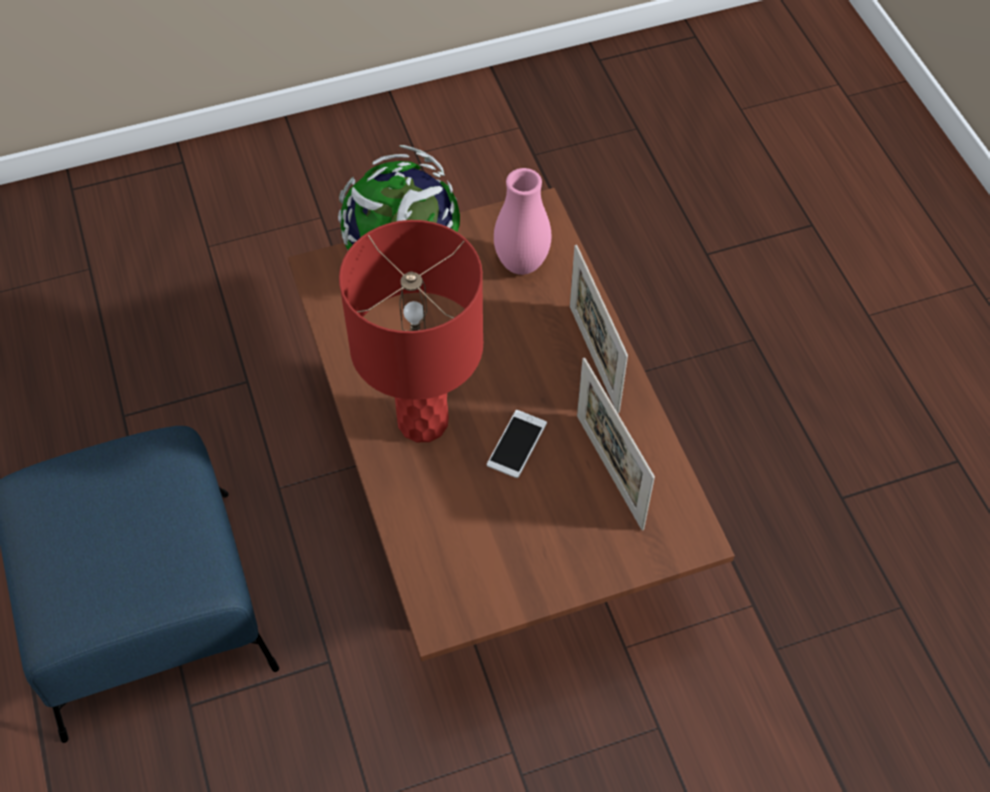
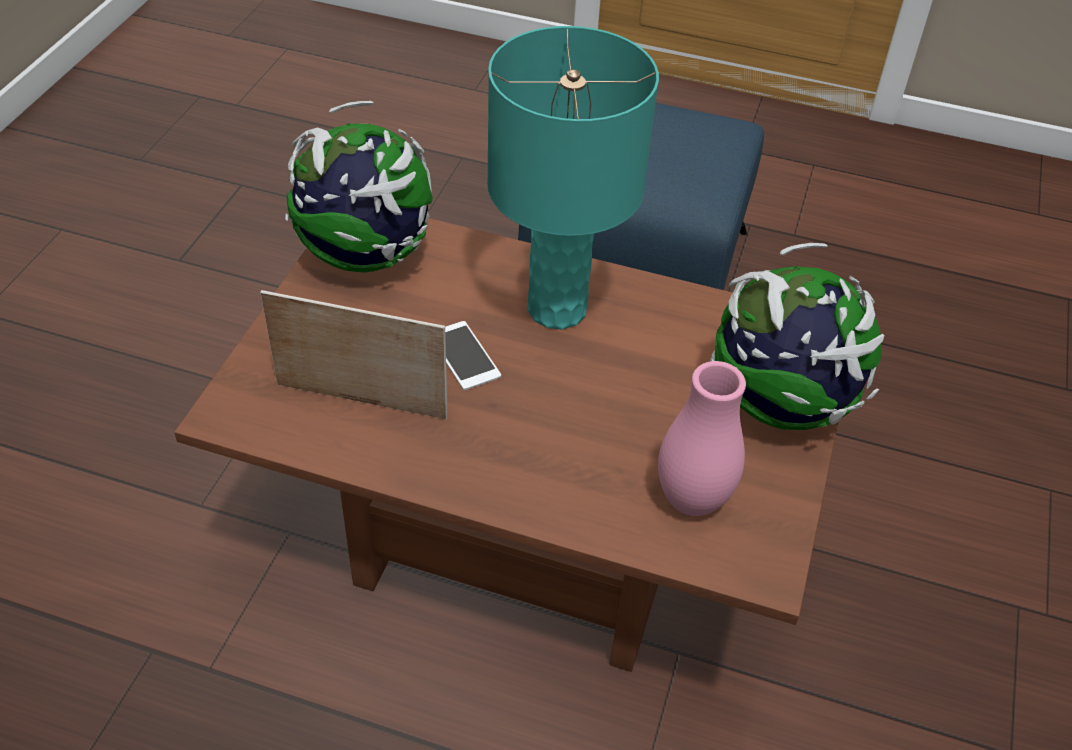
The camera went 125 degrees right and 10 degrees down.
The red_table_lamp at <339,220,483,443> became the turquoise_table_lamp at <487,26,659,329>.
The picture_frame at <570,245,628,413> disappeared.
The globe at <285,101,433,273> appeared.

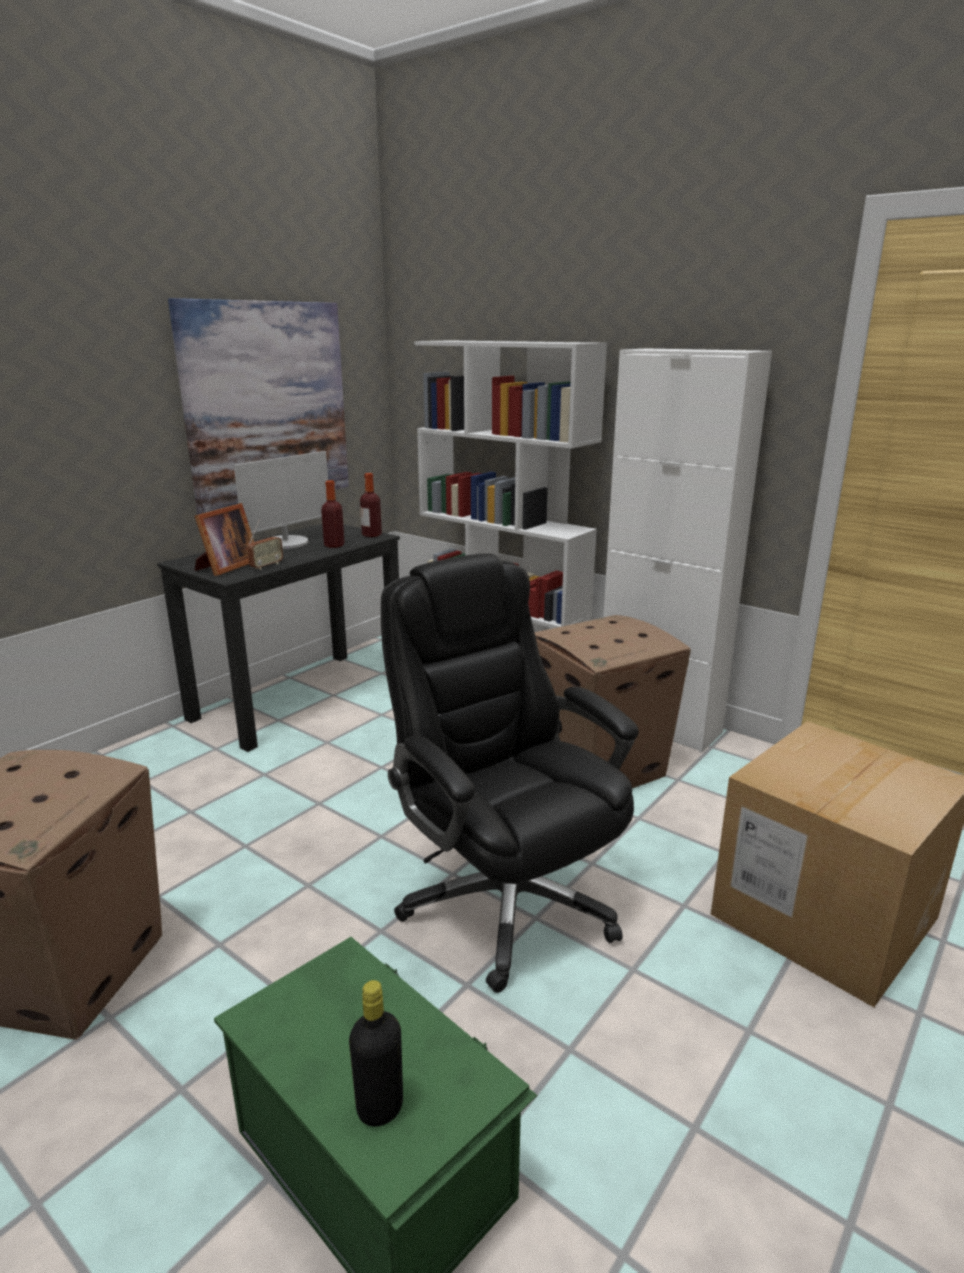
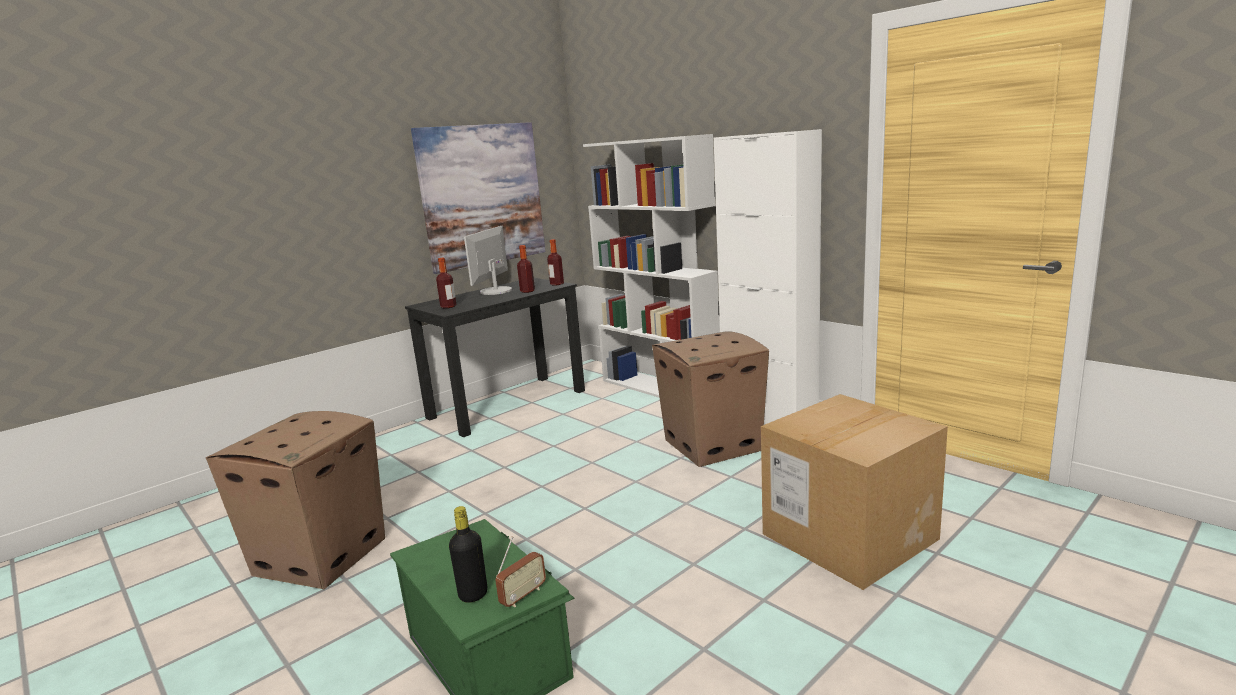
The camera went 10 degrees right and 5 degrees down.
The picture_frame at <195,503,254,576> was replaced by the bottle at <436,258,456,308>.
The monitor at <234,451,328,549> turned 150 degrees clockwise.
The radio moved from <247,520,283,570> to <495,536,546,607>.
The black_office_chair at <381,553,639,993> disappeared.

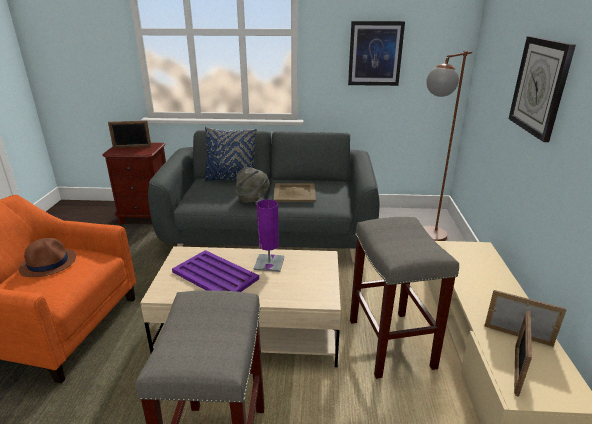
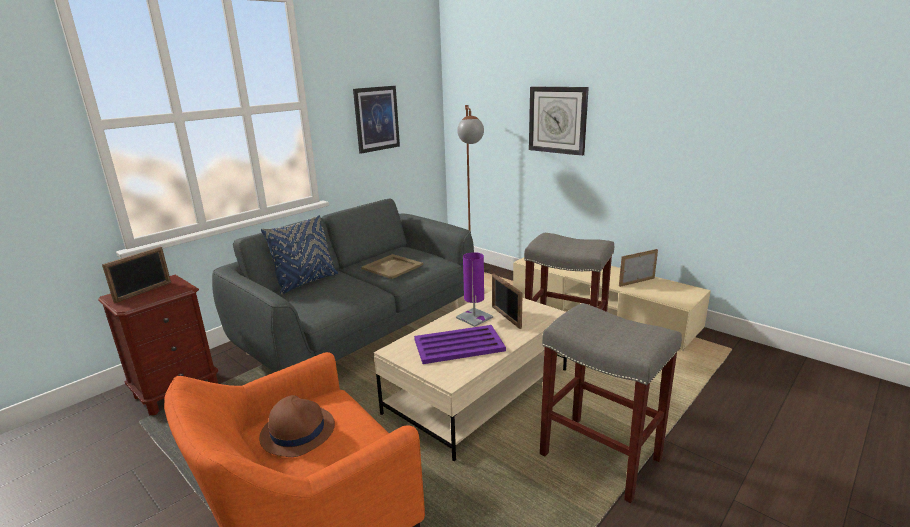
The camera went 50 degrees left and 5 degrees down.
The grey_hat at <236,167,270,203> disappeared.
The picture_frame moved from <514,311,532,397> to <492,273,523,329>.

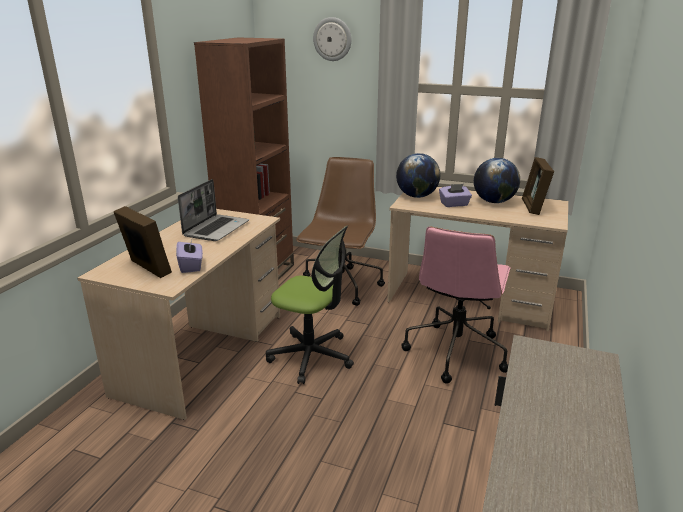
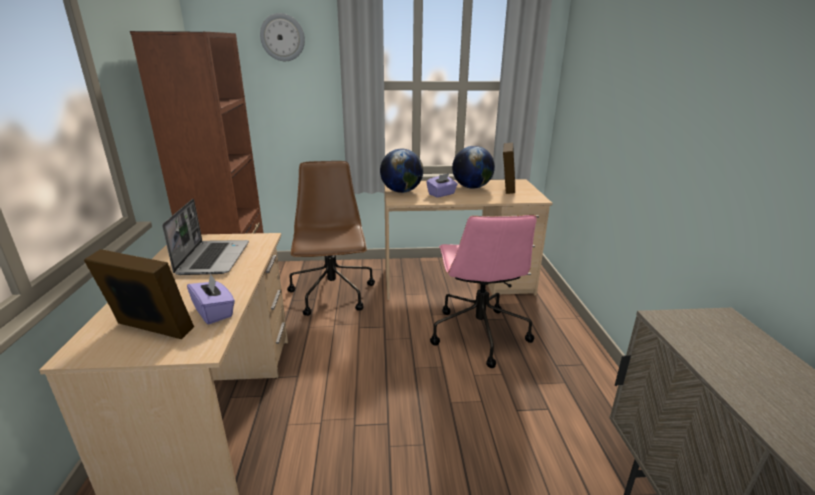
The camera went 25 degrees left and 0 degrees up.
The office_chair at <266,225,354,384> disappeared.
The picture_frame at <522,157,554,215> turned 150 degrees counterclockwise.

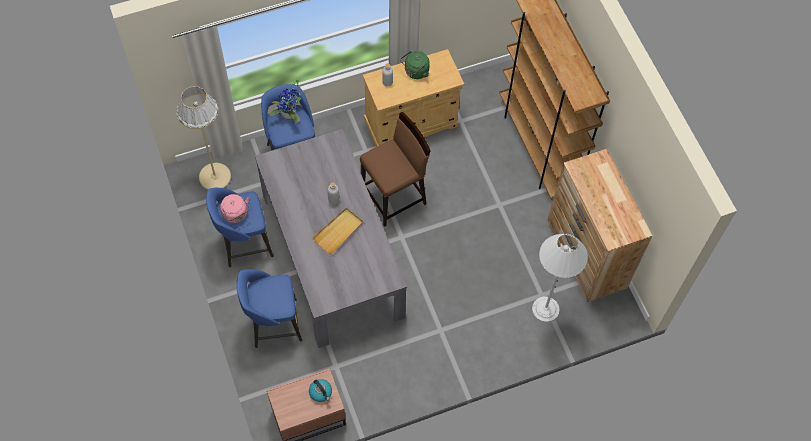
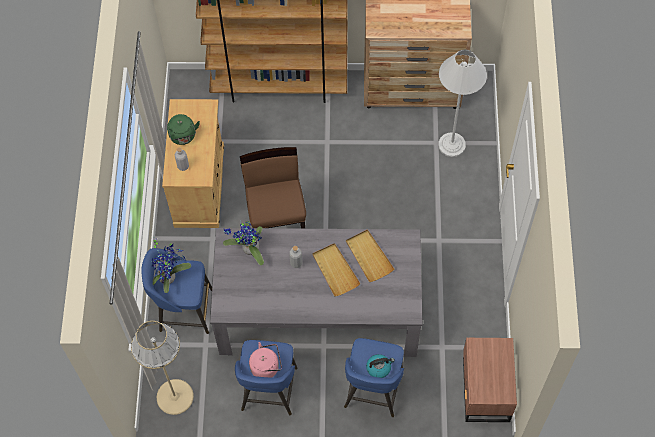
The camera went 65 degrees left and 0 degrees up.
The kettle moved from <309,379,332,402> to <366,354,395,378>.
The potted_plant at <223,220,264,265> appeared.
The beige_tray at <346,229,394,282> appeared.

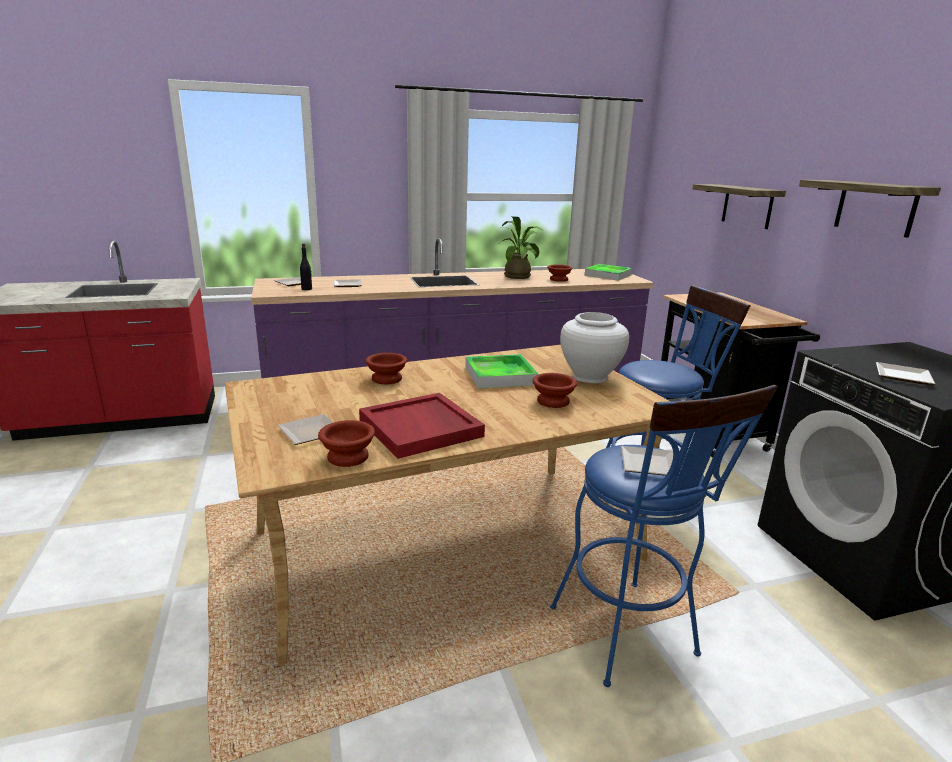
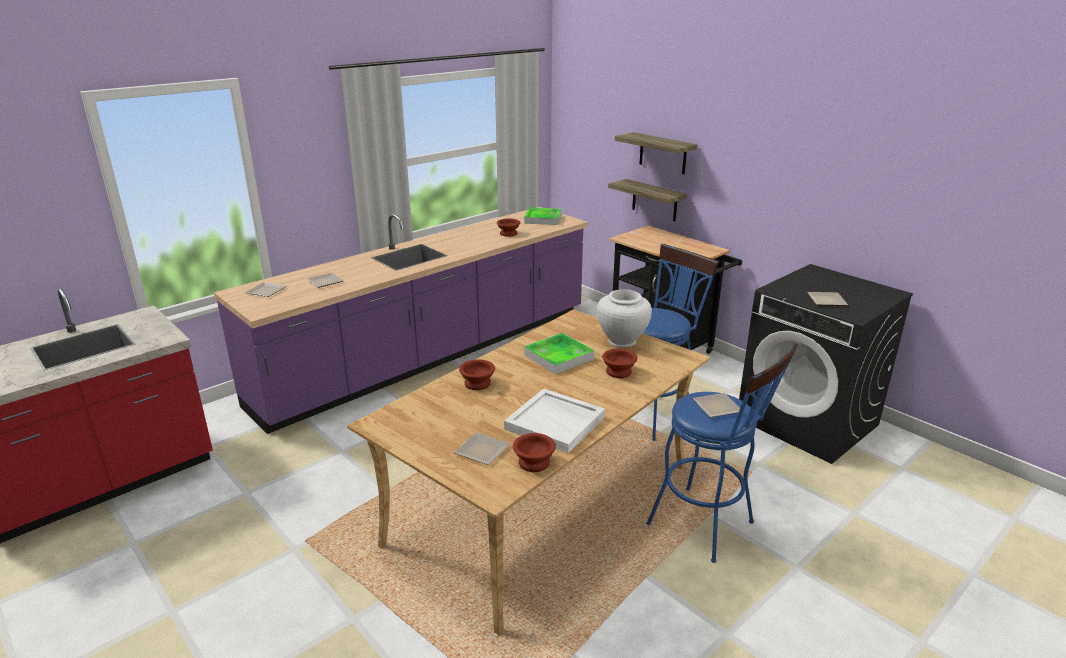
The camera went 25 degrees left and 5 degrees up.
The black_bottle at <300,244,312,290> disappeared.
The red_tray at <359,393,485,459> became the white_tray at <504,389,605,453>.
The potted_plant at <498,216,543,279> disappeared.
The shelf moved from <799,180,941,238> to <608,179,687,221>.

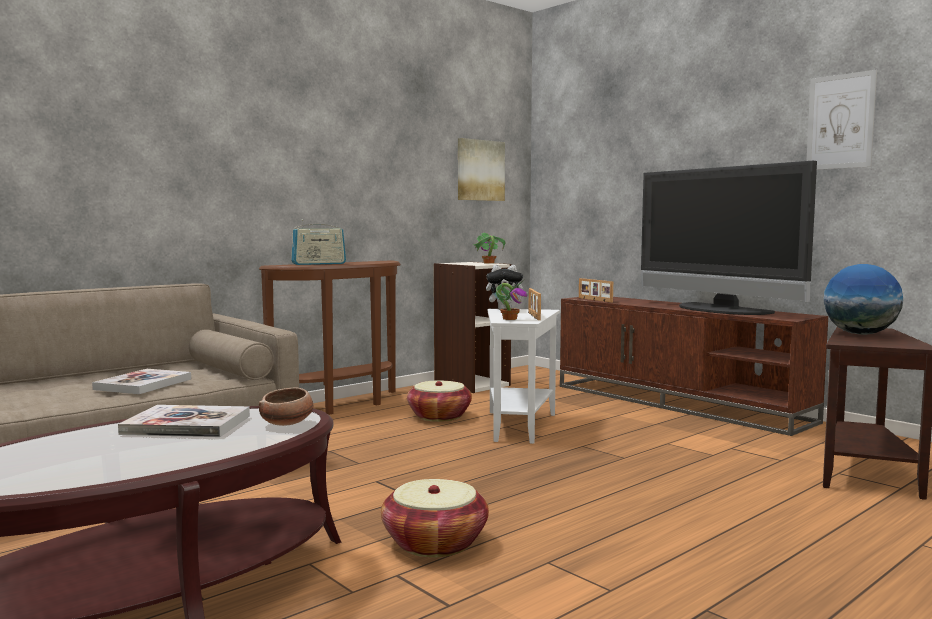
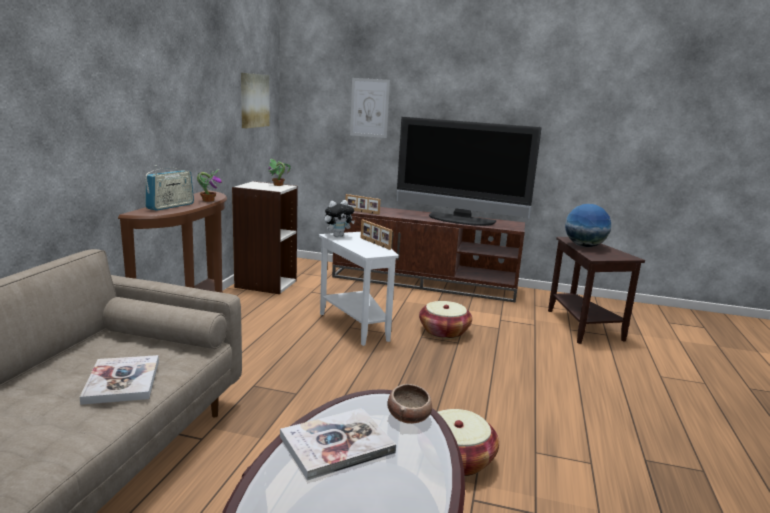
The camera went 35 degrees left and 10 degrees up.
The basket moved from <407,381,472,422> to <419,301,472,339>.
The potted_plant moved from <496,279,527,320> to <197,170,222,202>.
The picture moved from <807,70,877,170> to <350,78,390,138>.

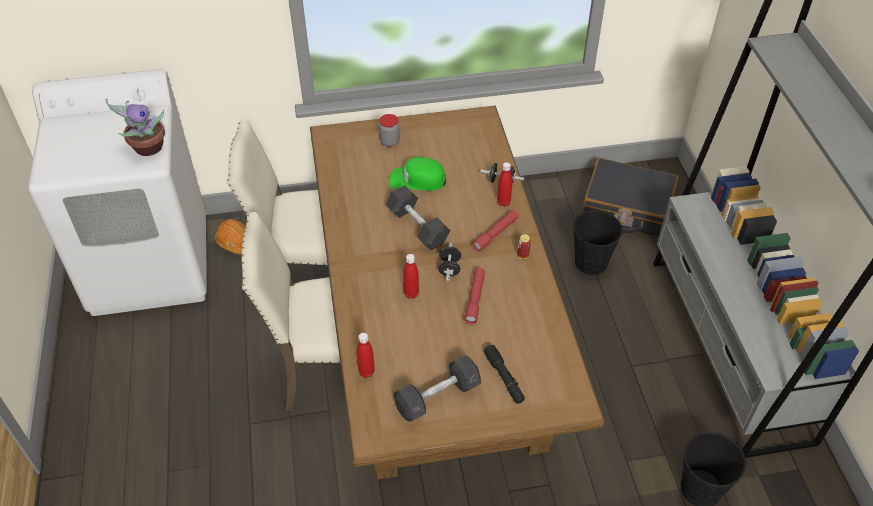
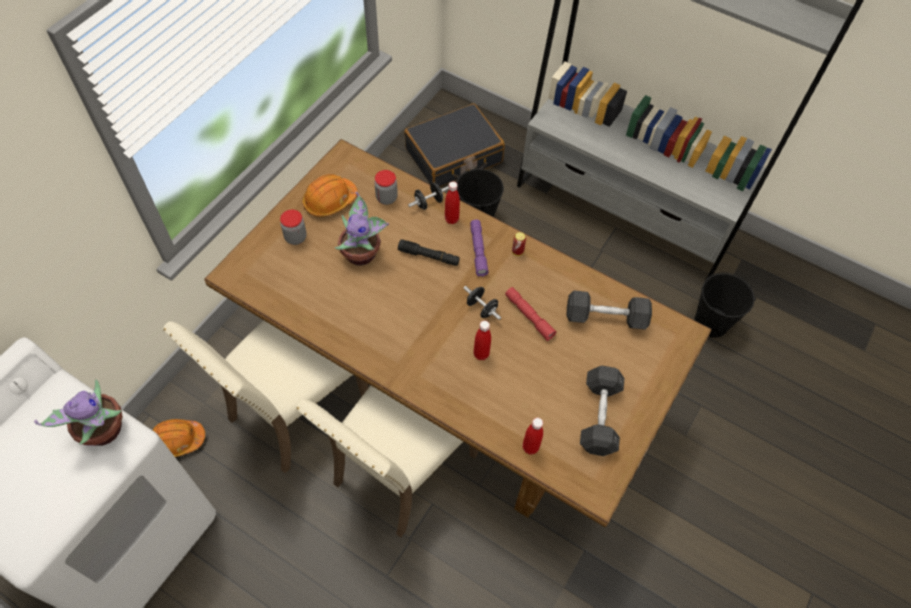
The camera went 50 degrees left and 10 degrees up.
The grey_dumbbell moved from <386,185,450,250> to <566,290,652,329>.
The green_cap at <389,157,446,191> was replaced by the potted_plant at <335,192,389,266>.
The red_flashlight at <472,210,519,252> became the purple_flashlight at <470,220,489,277>.
The black_flashlight moved from <484,345,525,404> to <398,239,460,266>.
The orange_hard_hat at <302,174,357,217> appeared.
The jar at <375,170,398,205> appeared.

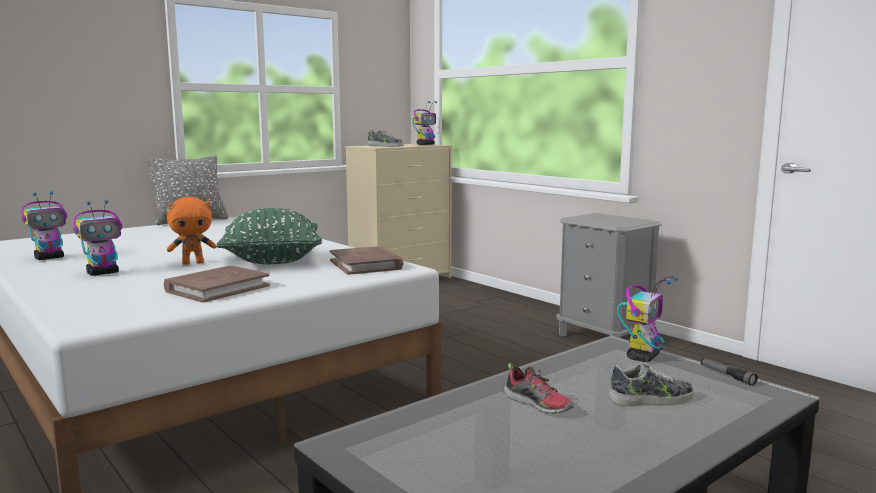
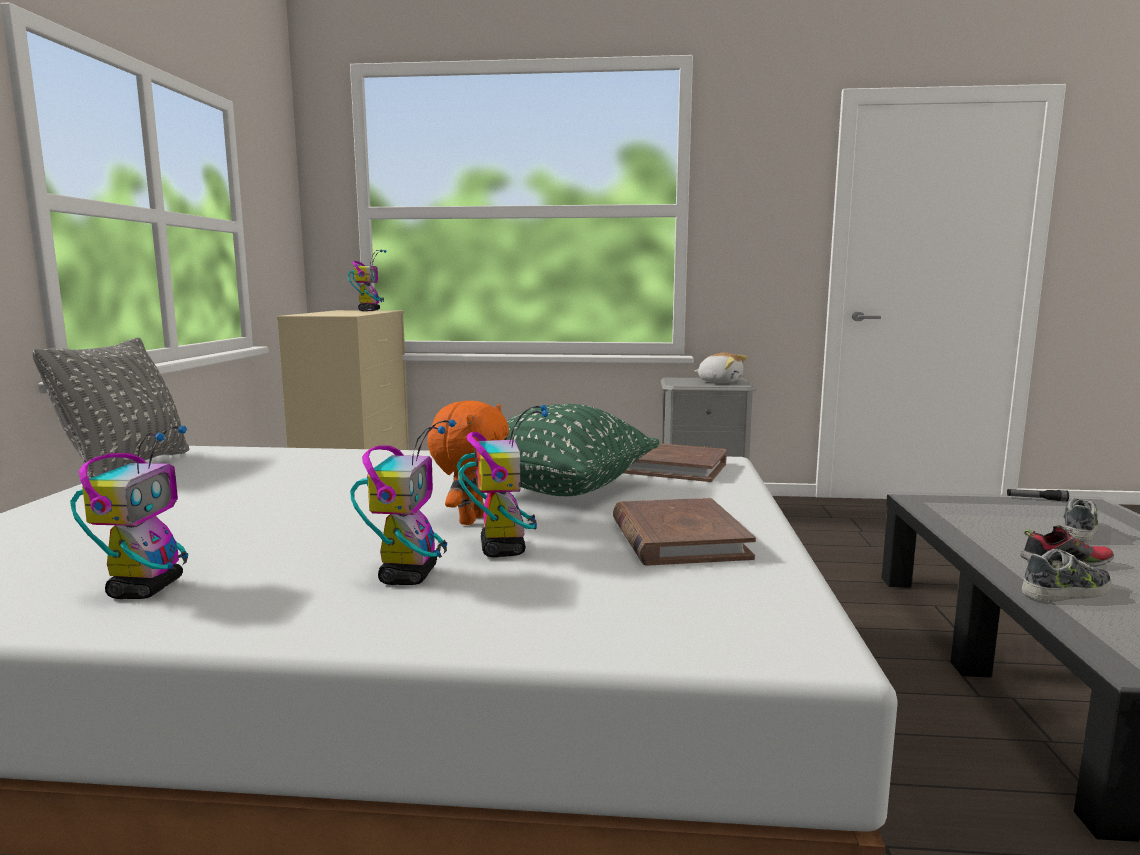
The camera went 45 degrees left and 0 degrees up.
The shoe moved from <367,129,403,147> to <1022,549,1111,602>.
The toy_robot moved from <617,276,678,362> to <457,405,549,557>.
The plush_toy at <695,352,747,383> appeared.

